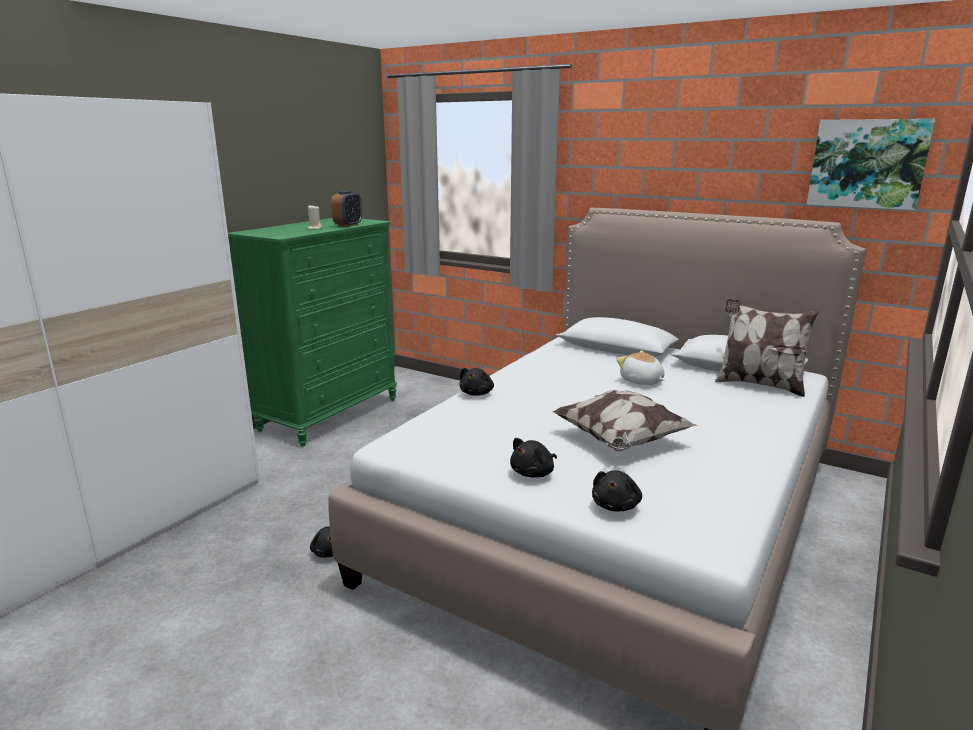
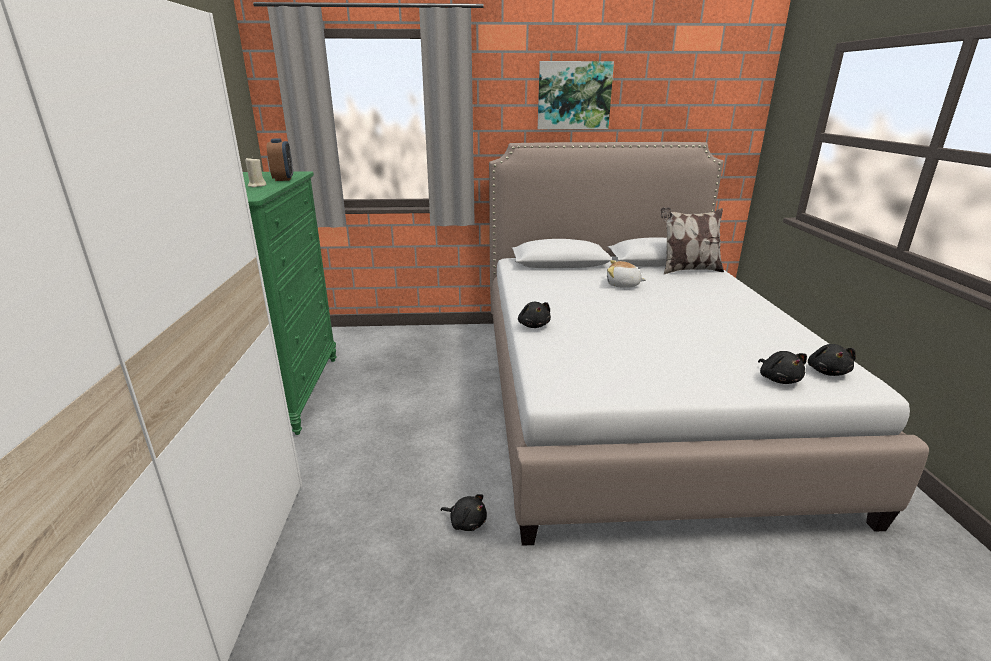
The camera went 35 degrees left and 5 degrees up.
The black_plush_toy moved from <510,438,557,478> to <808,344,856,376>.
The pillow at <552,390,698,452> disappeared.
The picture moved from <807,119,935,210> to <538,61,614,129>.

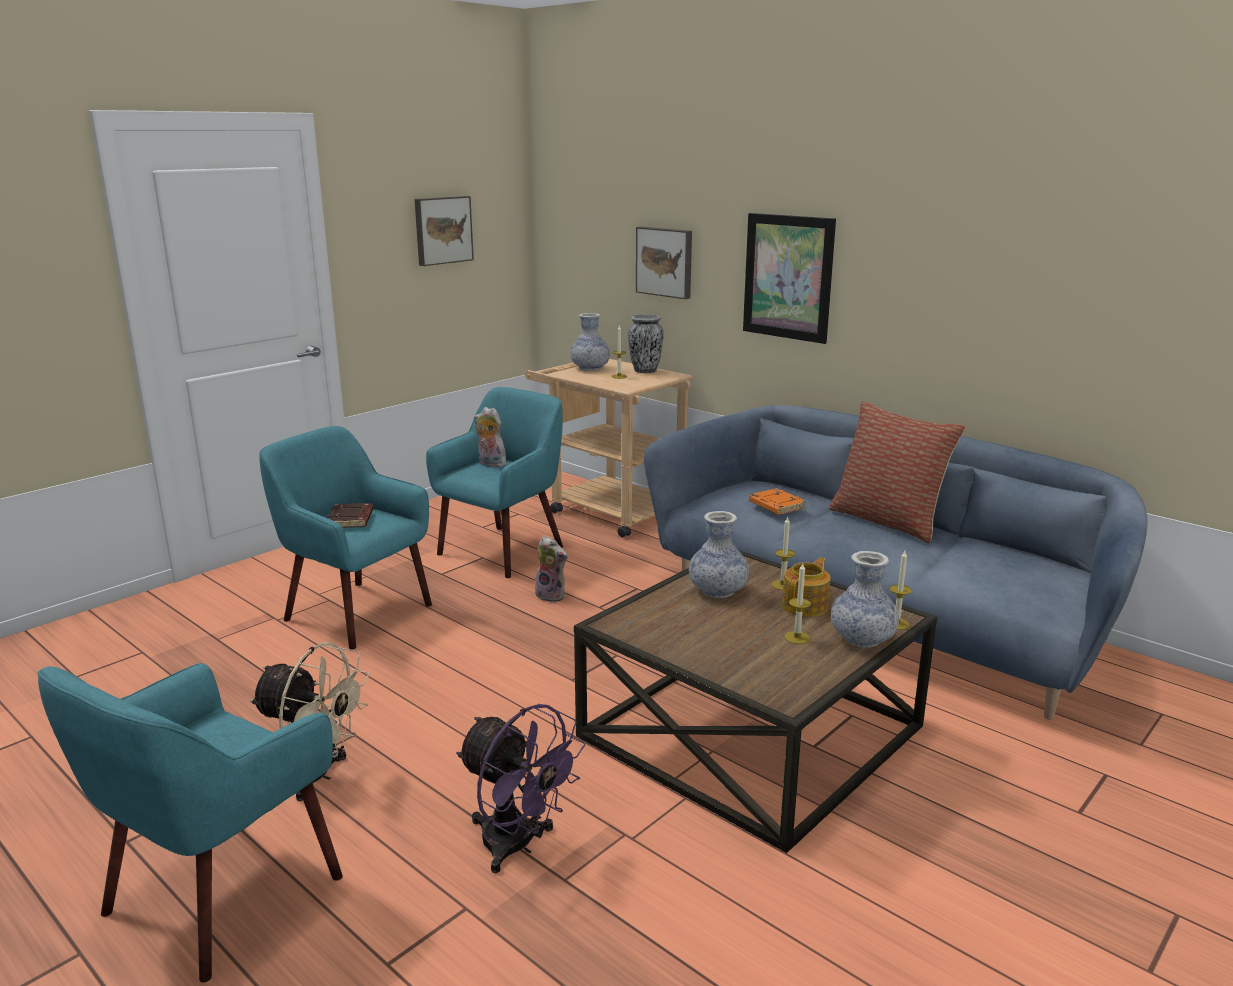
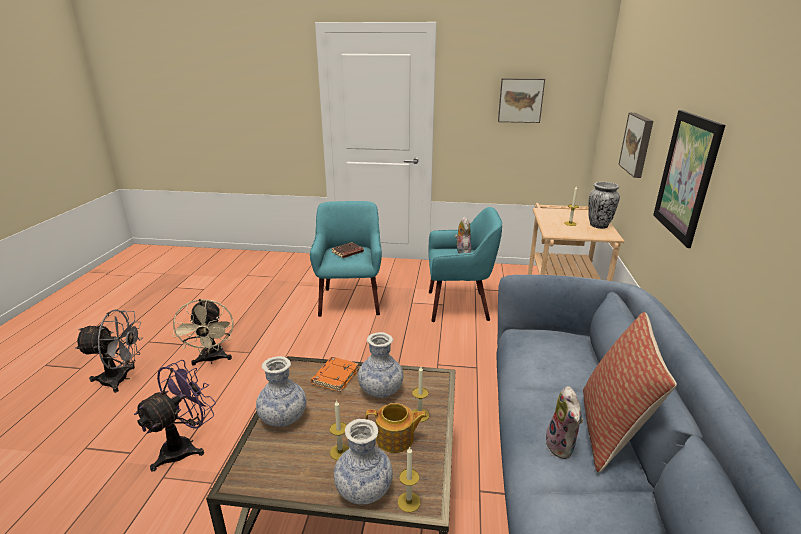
The camera went 55 degrees right and 5 degrees up.
The turquoise_armchair at <37,663,343,983> was replaced by the grey_fan at <75,309,142,393>.
The purple_fan at <456,704,586,874> turned 150 degrees counterclockwise.
The plush_toy moved from <535,536,568,602> to <544,386,583,459>.
The vase moved from <570,313,610,371> to <256,356,307,427>.
The orange_book moved from <749,488,806,515> to <311,357,359,392>.

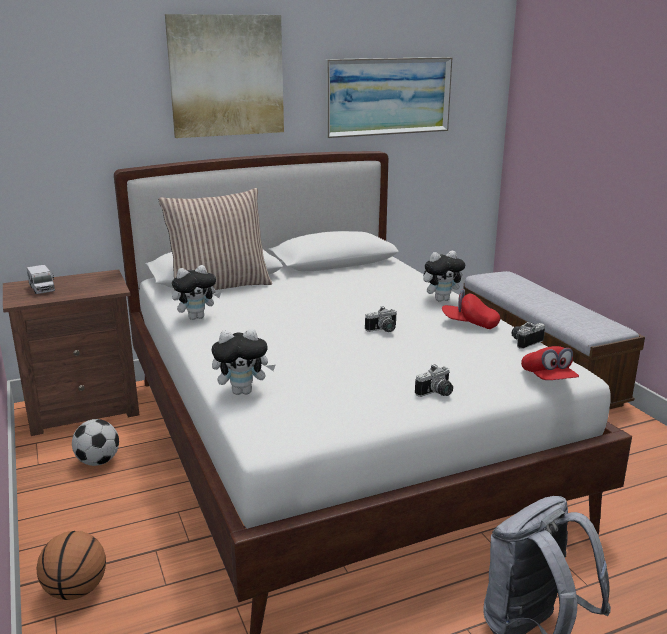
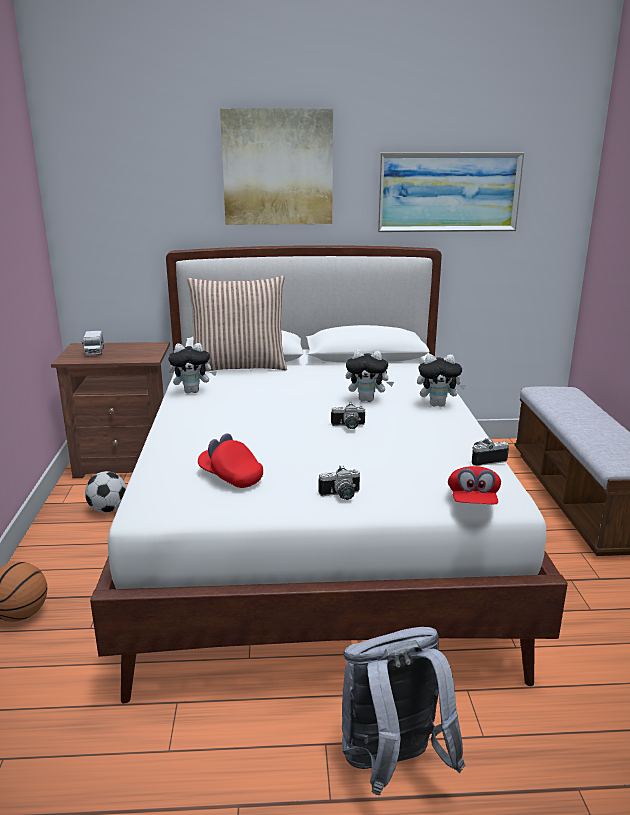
The camera went 20 degrees right and 0 degrees up.
The plush_toy moved from <212,329,275,395> to <346,350,394,402>.
The red_cap moved from <442,289,500,329> to <198,433,263,488>.

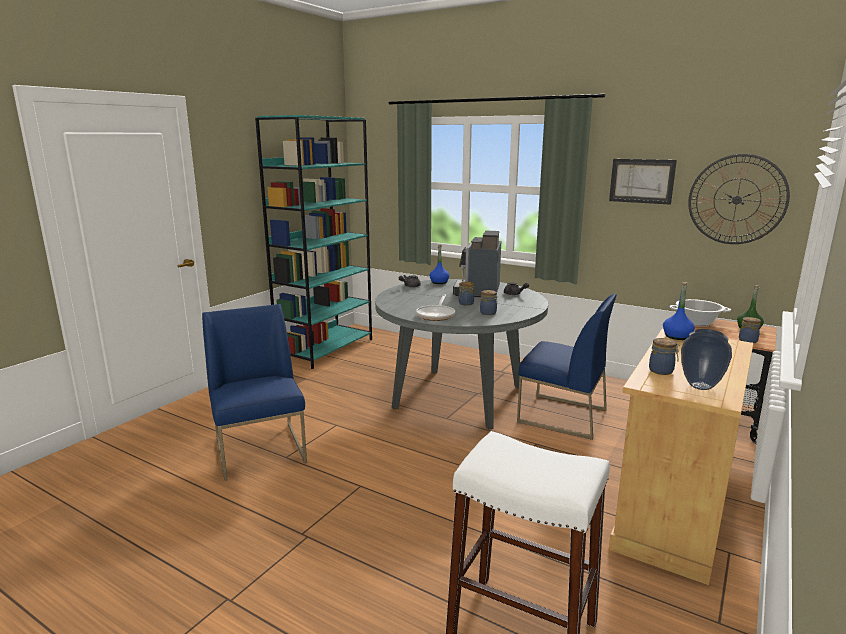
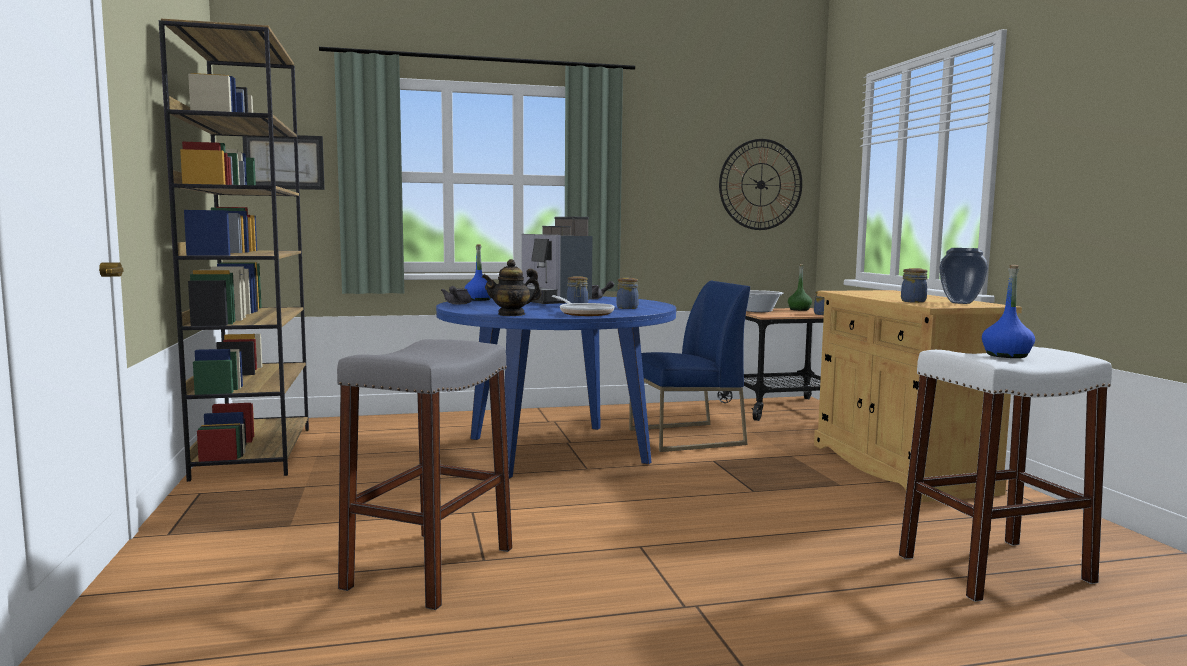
The camera went 45 degrees left and 10 degrees down.
The blue_chair at <202,304,307,481> was replaced by the grey_stool at <337,339,512,610>.
The turquoise_bookcase at <255,115,372,369> became the brown_bookcase at <159,18,309,482>.
The grey_dining_table at <375,279,548,430> became the blue_dining_table at <436,296,676,479>.
The picture moved from <609,159,677,205> to <242,135,325,190>.
The blue_bottle moved from <663,282,695,340> to <982,265,1035,358>.
The teapot at <482,259,541,316> appeared.

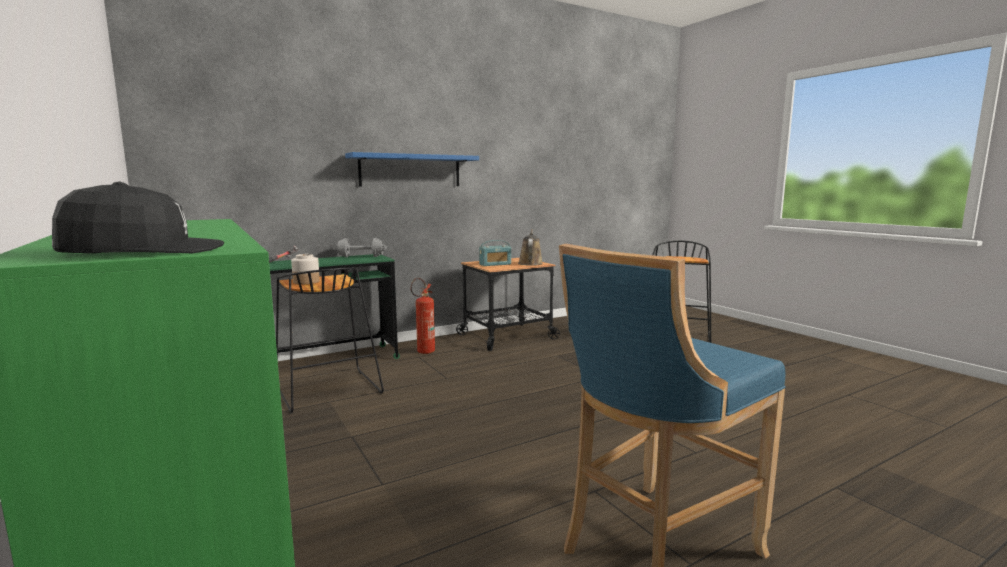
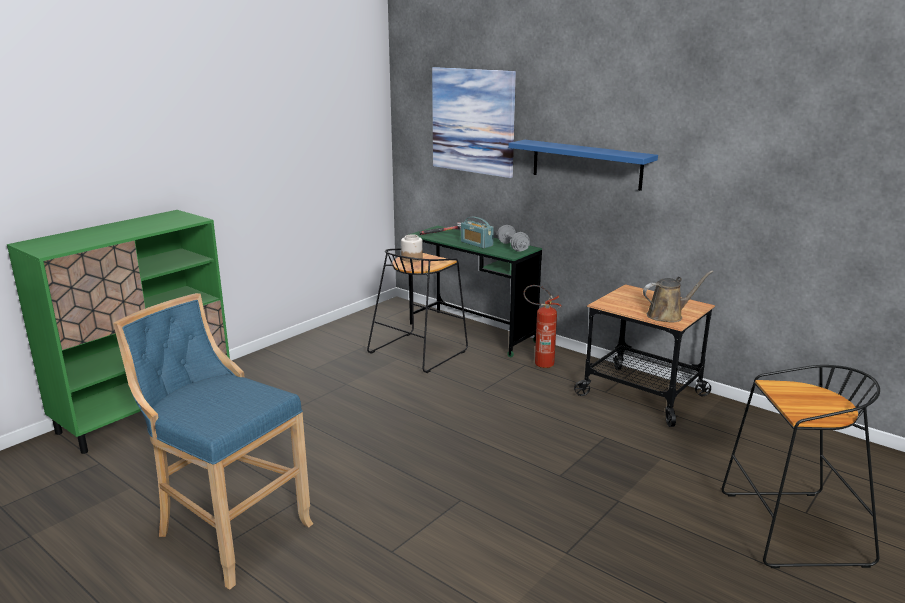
The camera went 70 degrees right and 10 degrees up.
The black_cap at <52,182,224,253> disappeared.
The radio moved from <479,240,511,266> to <461,216,494,248>.
The picture at <432,67,516,178> appeared.

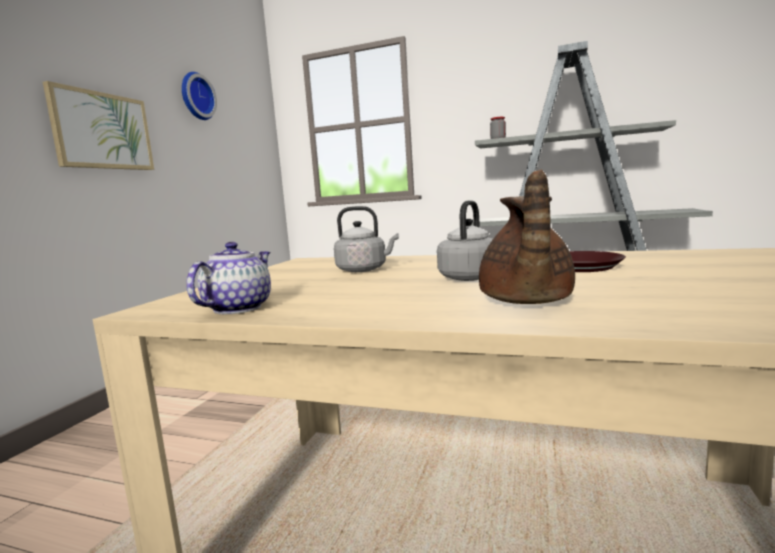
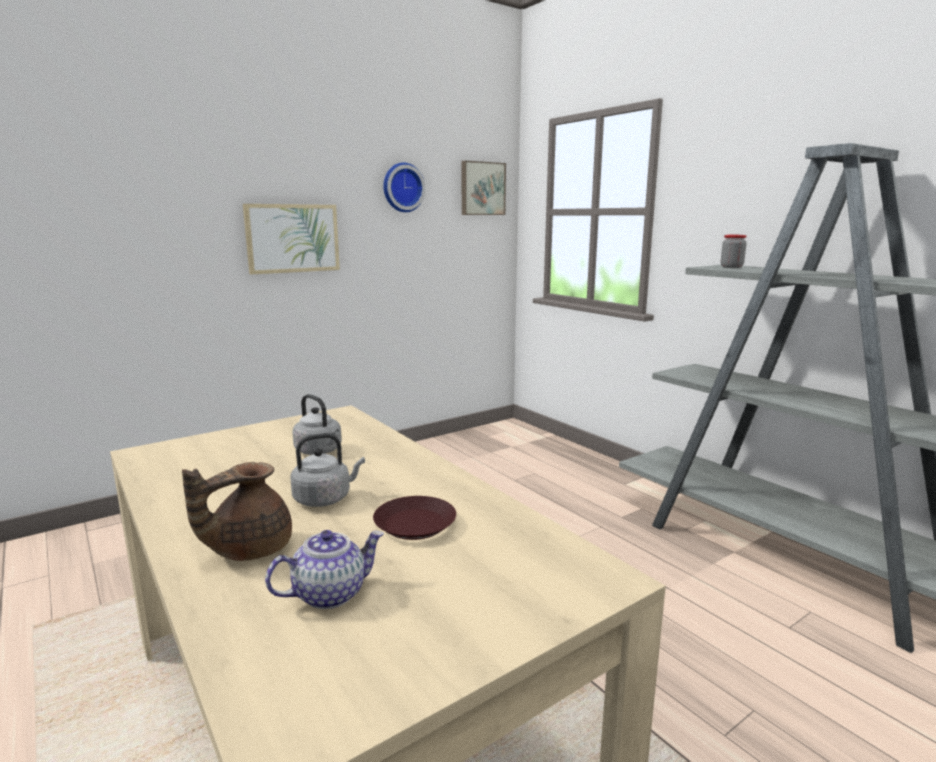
The camera went 35 degrees right and 5 degrees up.
The teapot moved from <186,242,271,314> to <265,530,384,609>.
The picture at <462,161,506,215> appeared.

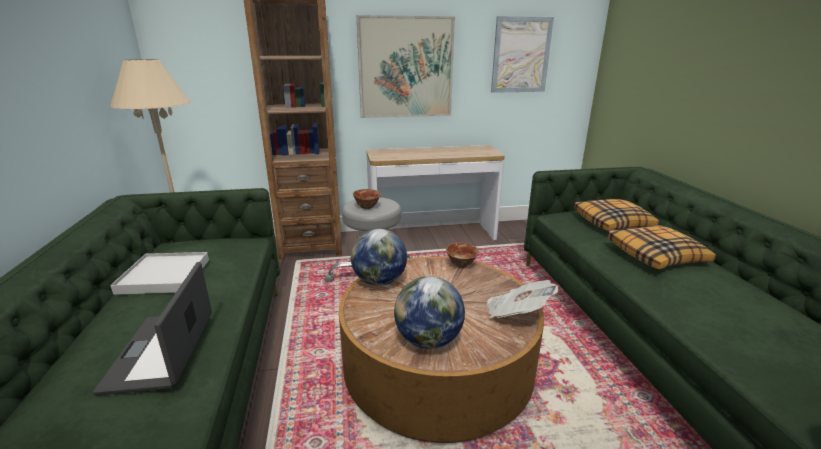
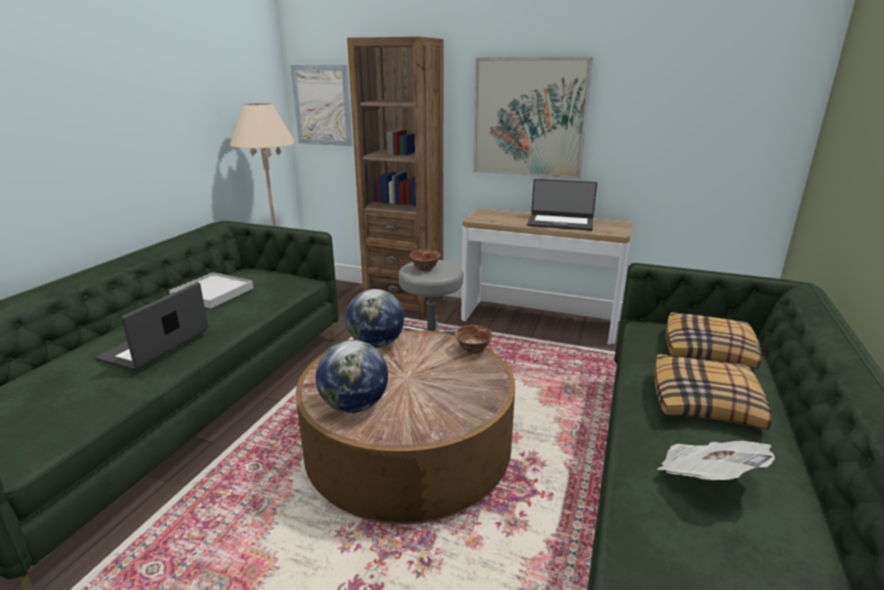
The camera went 30 degrees right and 0 degrees up.
The newspaper moved from <487,280,558,318> to <657,441,775,480>.
The picture moved from <491,16,554,93> to <291,65,353,146>.
The laptop at <527,179,597,231> appeared.

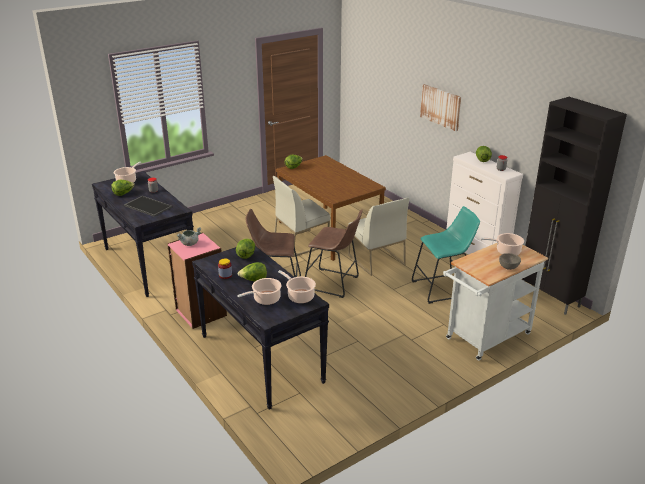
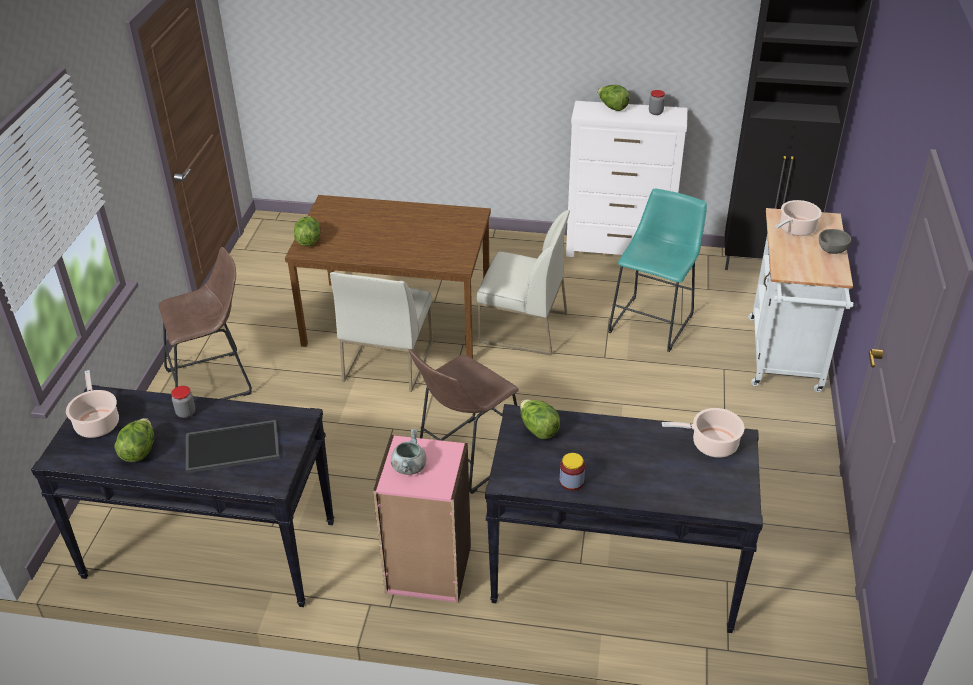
The camera went 45 degrees left and 10 degrees up.
The cooking_pot at <237,278,282,305> disappeared.
The lettuce at <238,262,267,282> disappeared.
The brown_stool moved from <305,209,363,298> to <159,247,252,400>.
The picture at <420,84,461,131> disappeared.

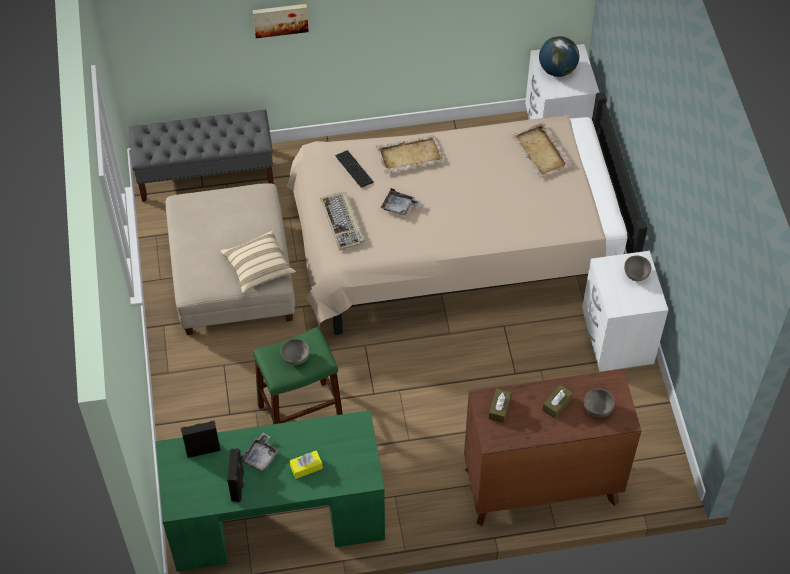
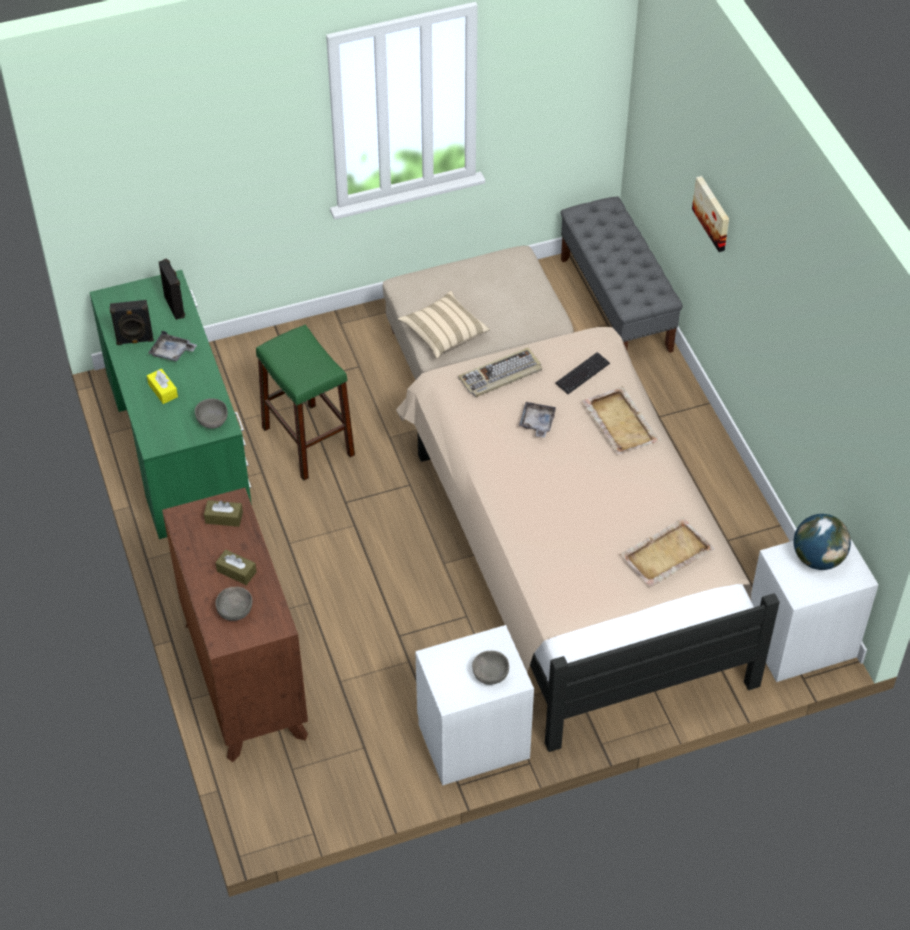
The camera went 80 degrees right and 5 degrees down.
The grey_bowl moved from <281,339,310,365> to <195,398,228,429>.

